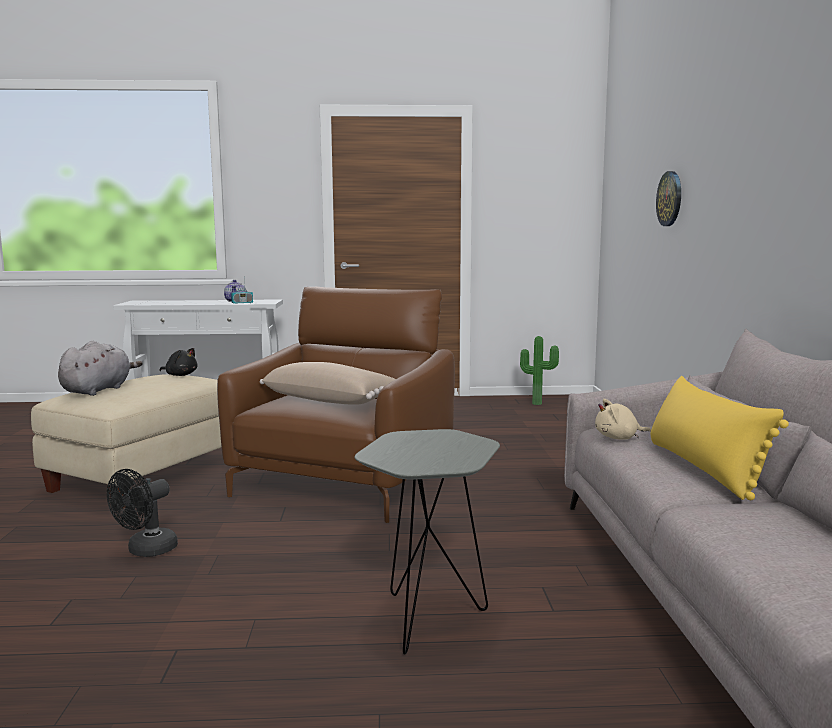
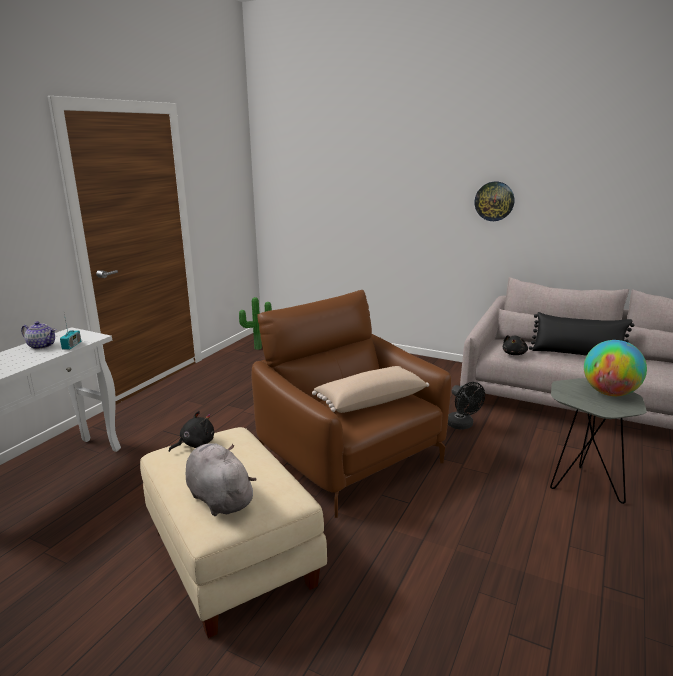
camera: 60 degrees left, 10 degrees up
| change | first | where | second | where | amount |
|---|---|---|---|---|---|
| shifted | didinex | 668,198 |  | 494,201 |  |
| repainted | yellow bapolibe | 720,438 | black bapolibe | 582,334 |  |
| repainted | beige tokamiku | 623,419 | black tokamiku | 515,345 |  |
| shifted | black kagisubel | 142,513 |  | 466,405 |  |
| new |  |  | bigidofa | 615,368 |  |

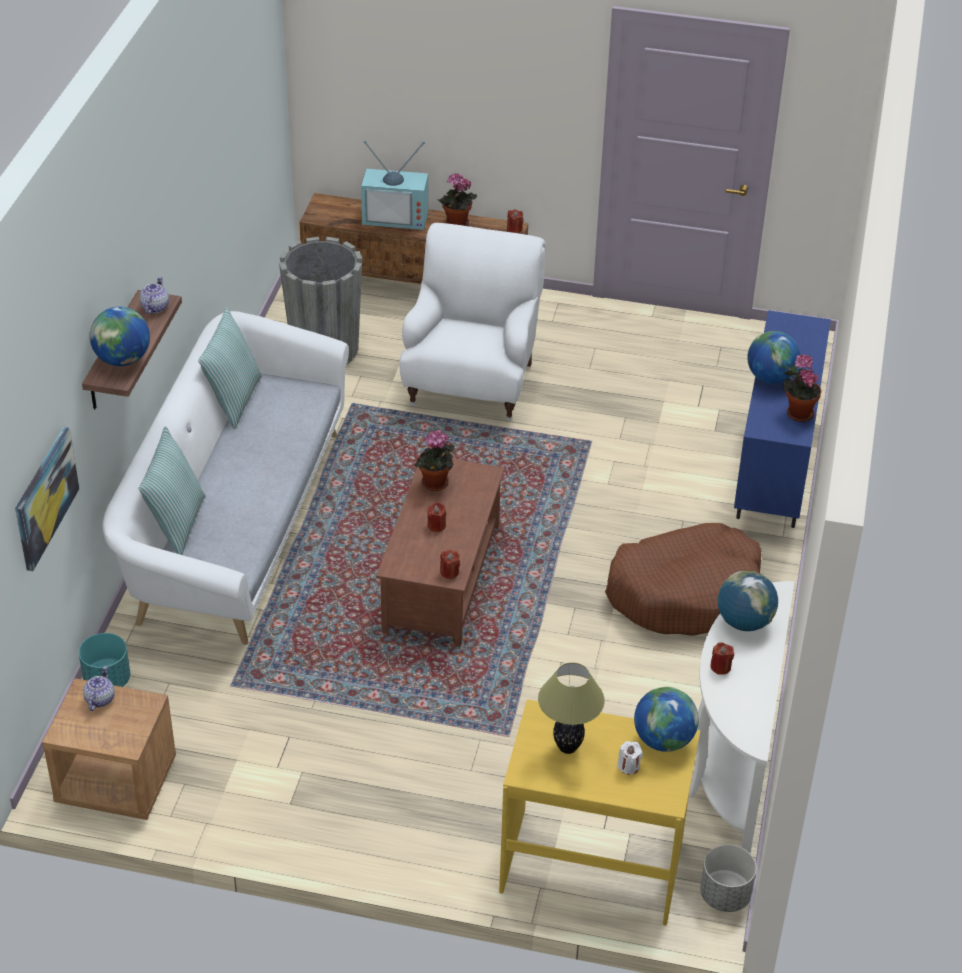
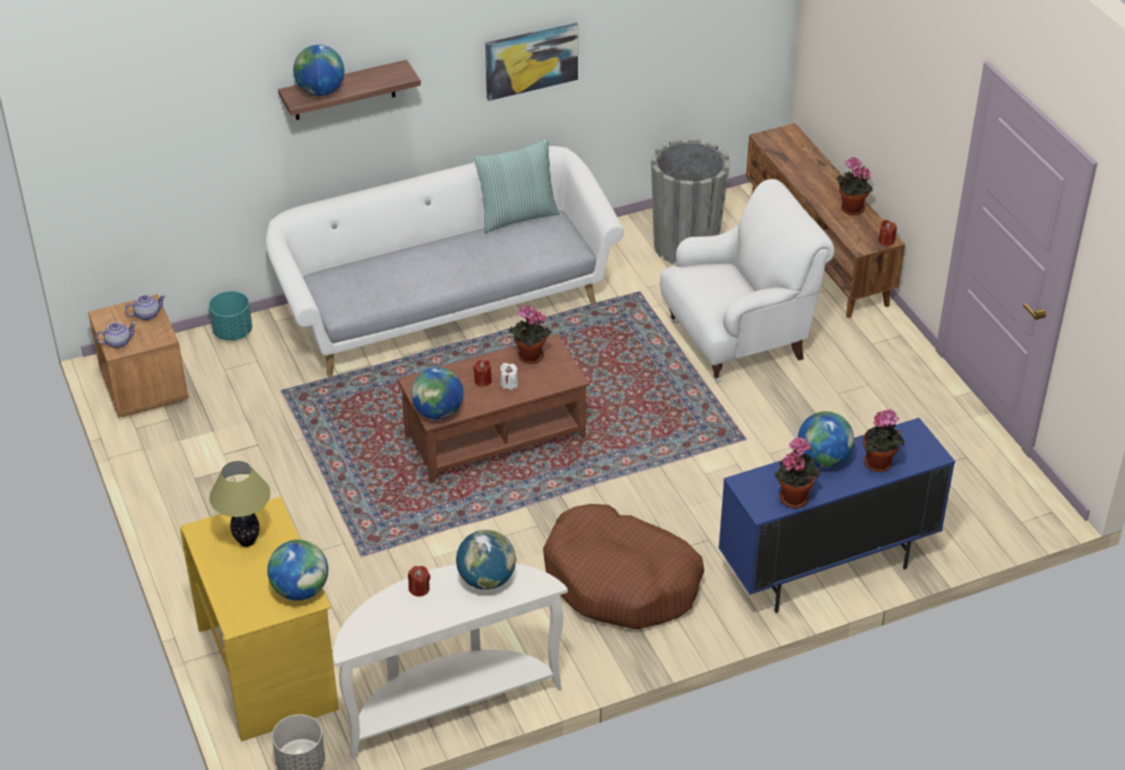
camera: 55 degrees right, 0 degrees up
| change | first | where | second | where | amount |
|---|---|---|---|---|---|
| gone | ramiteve | 394,185 |  |  |  |
| shifted | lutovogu | 154,295 |  | 116,335 |  |
| gone | bapolibe | 172,490 |  |  |  |
| shifted | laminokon | 47,499 |  | 531,61 |  |
| swapped | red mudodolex | 450,564 | bigidofa | 437,393 |  |
| shifted | white mudodolex | 630,758 |  | 509,376 |  |
| new |  |  | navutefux | 883,440 |  |

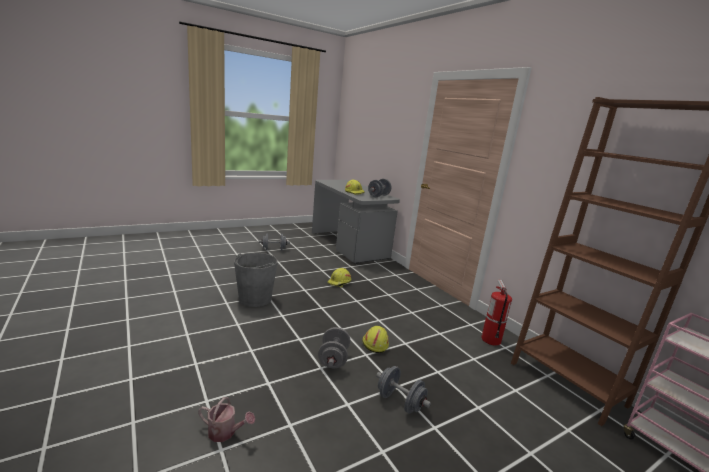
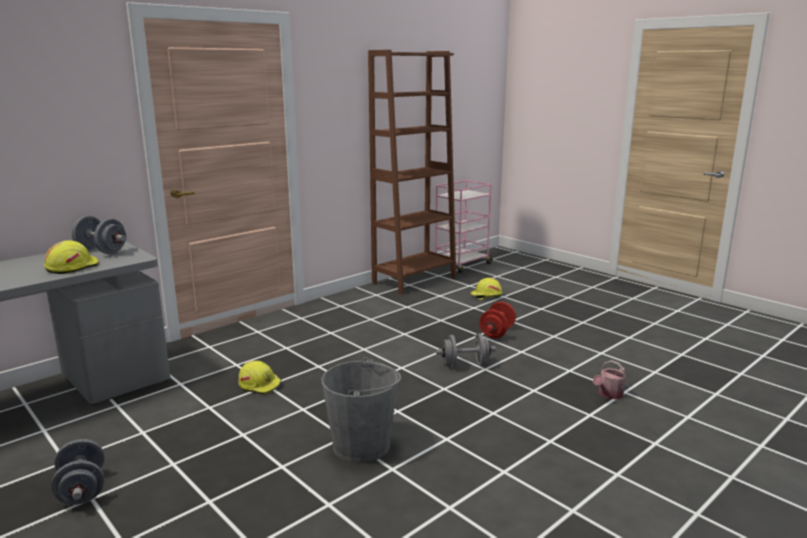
camera: 100 degrees left, 0 degrees up
| change | first | where | second | where | amount |
|---|---|---|---|---|---|
| gone | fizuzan | 496,313 |  |  |  |
| shifted | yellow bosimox | 375,339 |  | 486,289 |  |
| repainted | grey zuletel | 403,390 | red zuletel | 497,320 |  |
| rotated | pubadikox | 226,419 |  | 609,379 | 135 degrees counterclockwise |

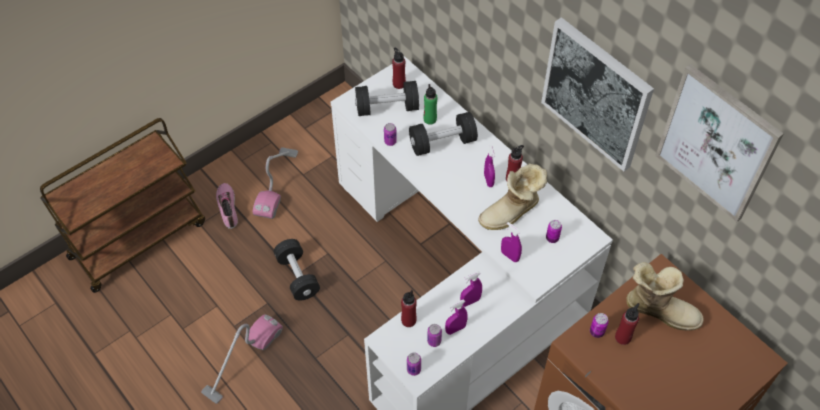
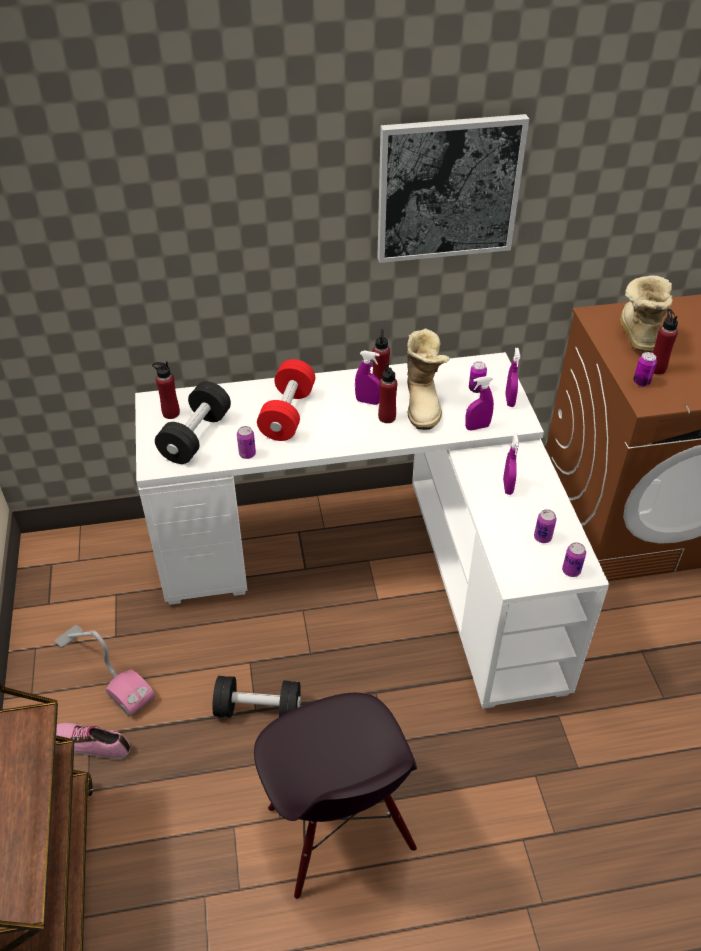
camera: 60 degrees left, 10 degrees down
| change | first | where | second | where | amount |
|---|---|---|---|---|---|
| gone | laminokon | 719,143 |  |  |  |
| gone | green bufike | 431,104 |  |  |  |
| repainted | black zuletel | 443,134 | red zuletel | 286,400 |  |
| rotated | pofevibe | 664,296 |  | 646,313 | 45 degrees counterclockwise |
| shifted | red bufike | 409,308 |  | 387,393 |  |
| shifted | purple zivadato | 456,317 |  | 512,377 |  |
| swapped | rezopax | 242,359 | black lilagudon | 335,796 |  |

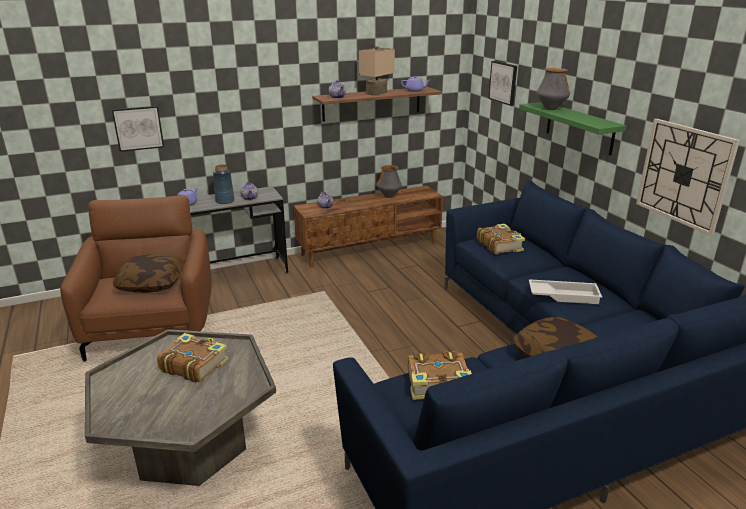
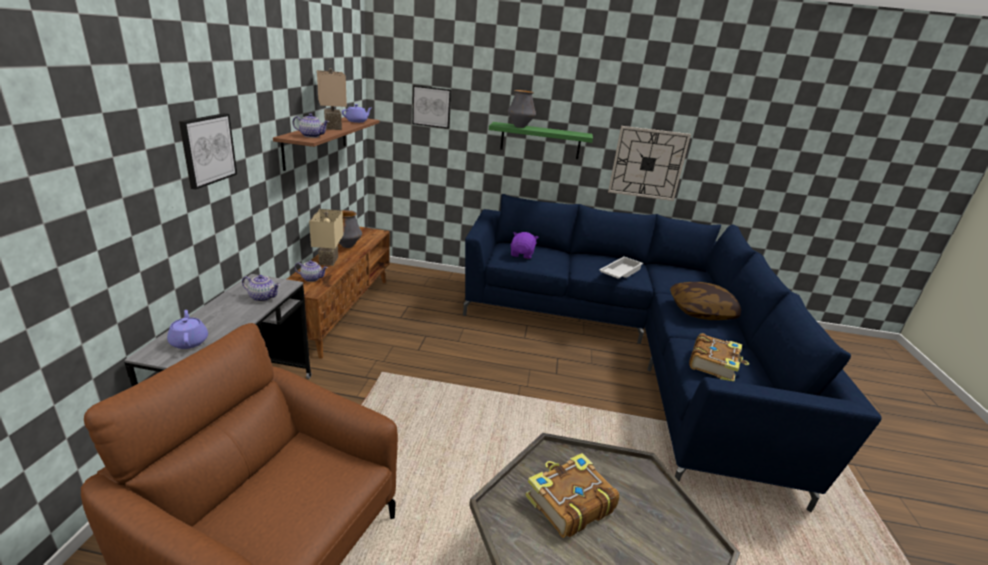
camera: 60 degrees left, 0 degrees up
| change | first | where | second | where | amount |
|---|---|---|---|---|---|
| shifted | laminokon | 138,129 |  | 208,151 |  |
| gone | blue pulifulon | 224,184 |  |  |  |
| swapped | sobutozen | 501,239 | purple tokamiku | 525,245 |  |
| gone | bapolibe | 148,273 |  |  |  |
| new |  |  | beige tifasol | 326,237 |  |

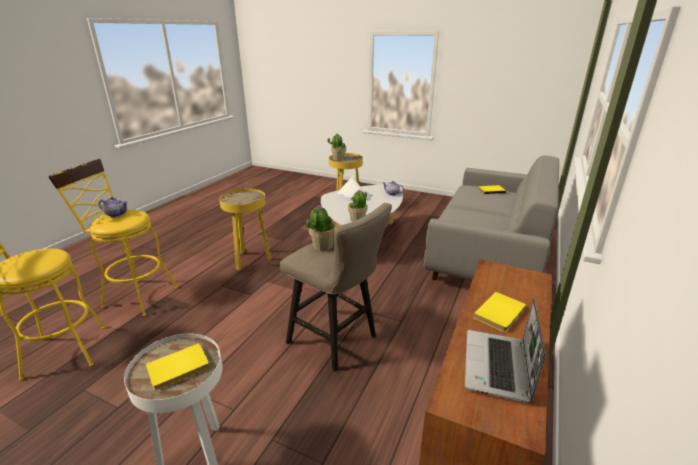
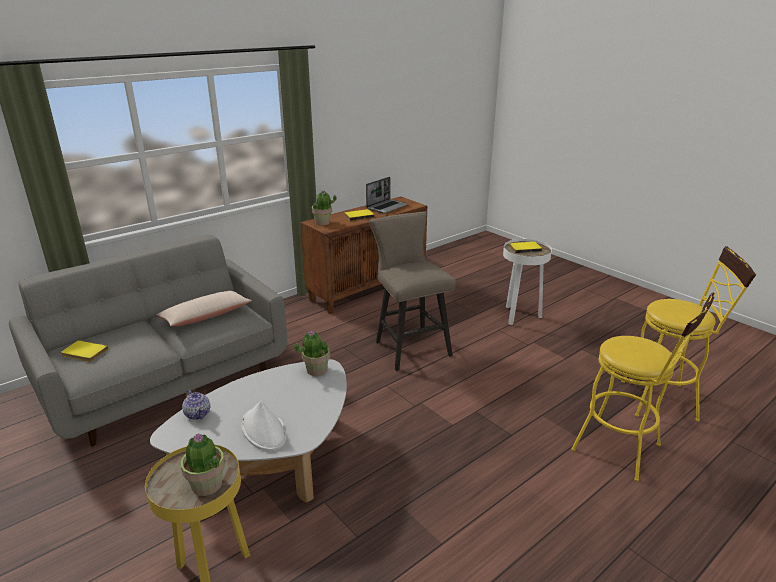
camera: 155 degrees left, 0 degrees up
| change | first | where | second | where | amount |
|---|---|---|---|---|---|
| gone | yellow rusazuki | 245,229 |  |  |  |
| gone | lutovogu | 113,207 |  |  |  |
| shifted | navutefux | 321,228 |  | 324,208 |  |
| new |  |  | beige bapolibe | 204,308 |  |

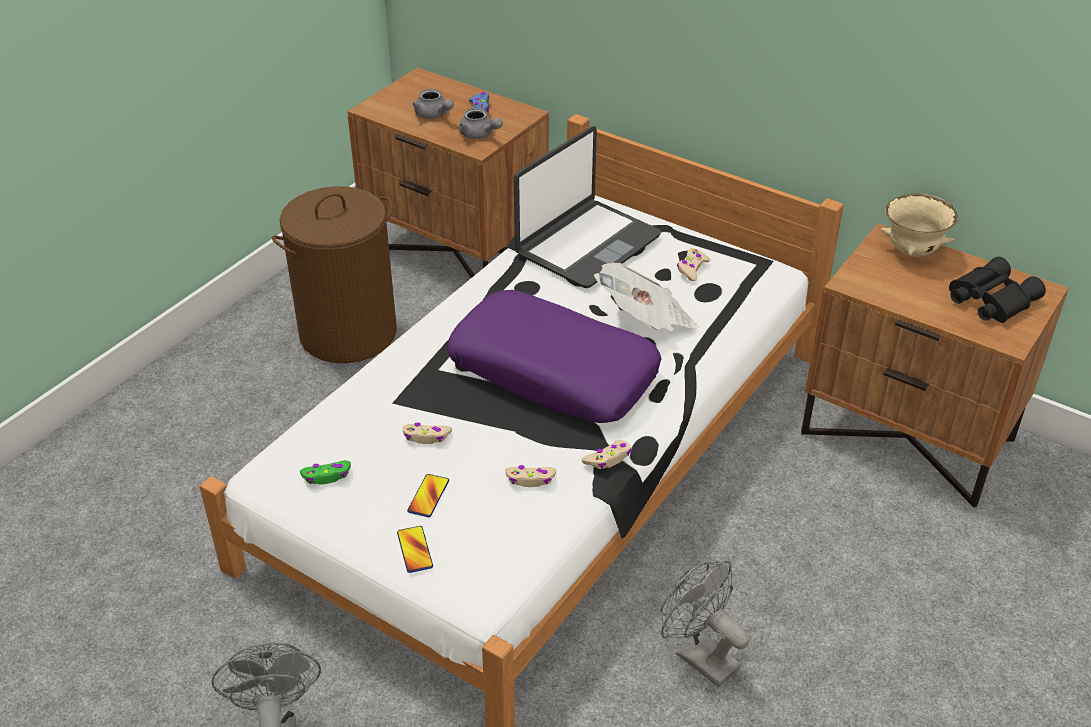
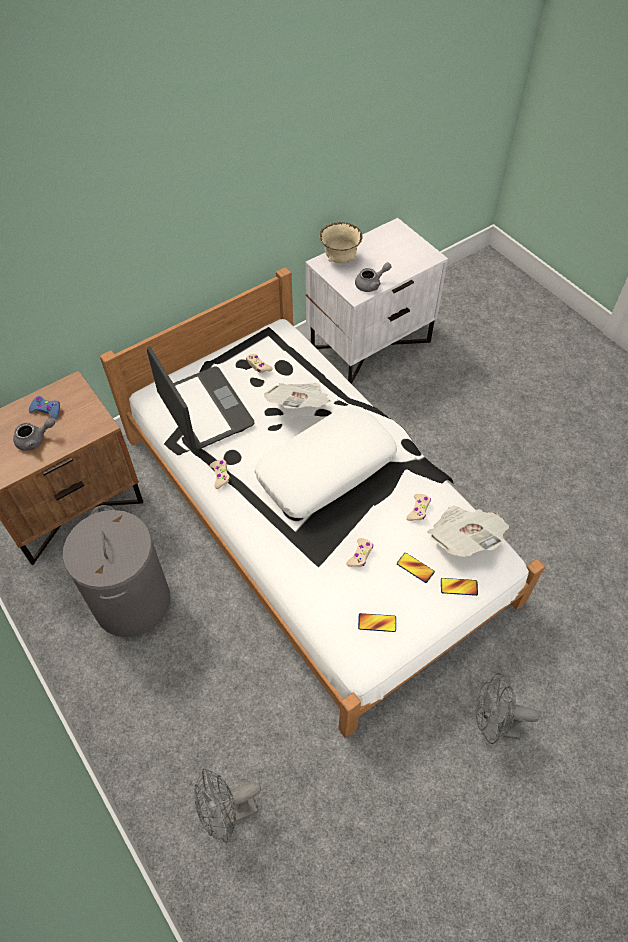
camera: 70 degrees left, 15 degrees up
| change | first | where | second | where | amount |
|---|---|---|---|---|---|
| shifted | grey lutovogu | 481,123 |  | 373,277 |  |
| repainted | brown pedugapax | 334,274 | grey pedugapax | 116,571 |  |
| repainted | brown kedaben | 934,365 | white kedaben | 376,301 |  |
| gone | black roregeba | 997,290 |  |  |  |
| repainted | purple bapolibe | 554,356 | white bapolibe | 325,461 |  |
| shifted | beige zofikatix | 606,454 |  | 220,474 |  |
| swapped | green zofikatix | 325,472 | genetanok | 377,622 |  |
| shifted | grey kagisubel | 705,624 |  | 227,805 |  |
| new |  |  | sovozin | 468,531 |  |

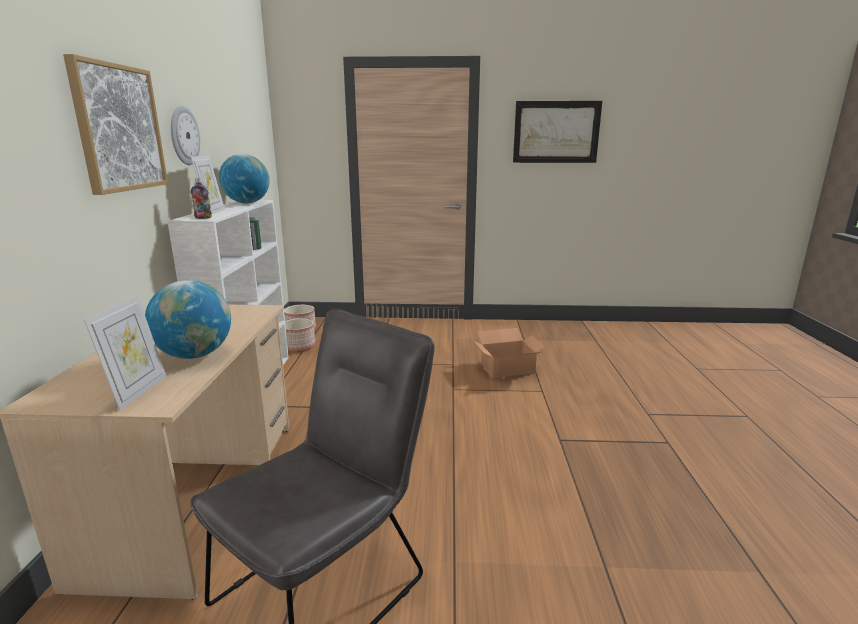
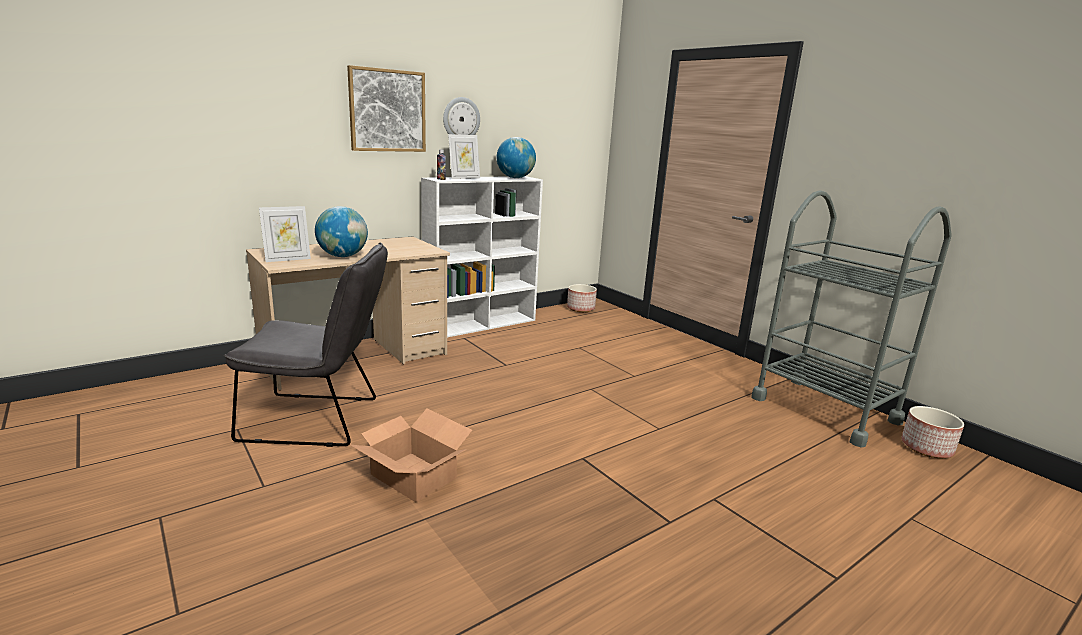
camera: 50 degrees right, 0 degrees up
| change | first | where | second | where | amount |
|---|---|---|---|---|---|
| gone | laminokon | 557,132 |  |  |  |
| shifted | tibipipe | 300,335 |  | 932,432 |  |
| shifted | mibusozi | 510,353 |  | 411,455 |  |
| new |  |  | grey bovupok | 851,318 |  |

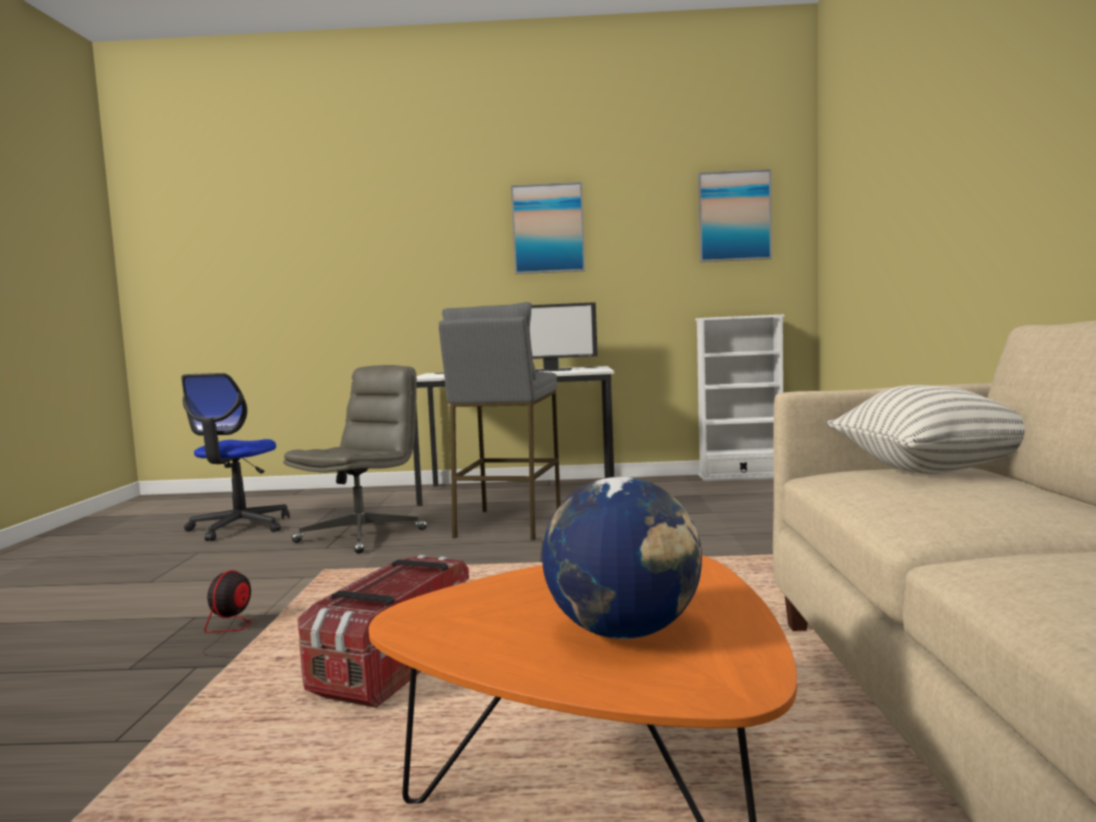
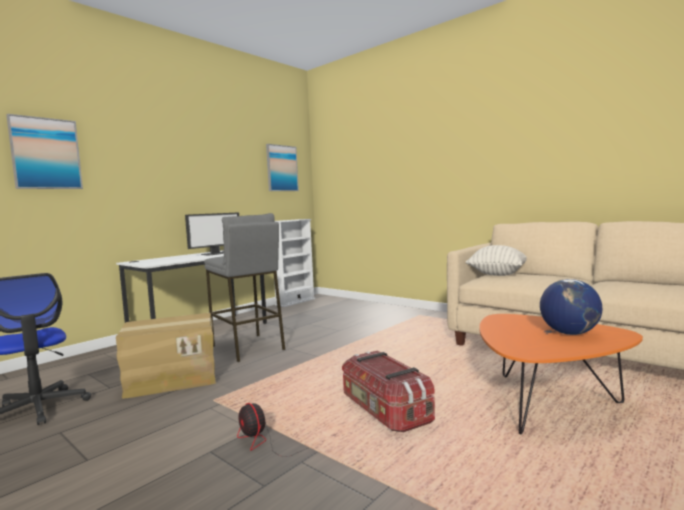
camera: 50 degrees left, 0 degrees up
| change | first | where | second | where | amount |
|---|---|---|---|---|---|
| shifted | laminokon | 548,228 |  | 44,151 |  |
| swapped | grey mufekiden | 355,459 | mibusozi | 166,356 |  |

